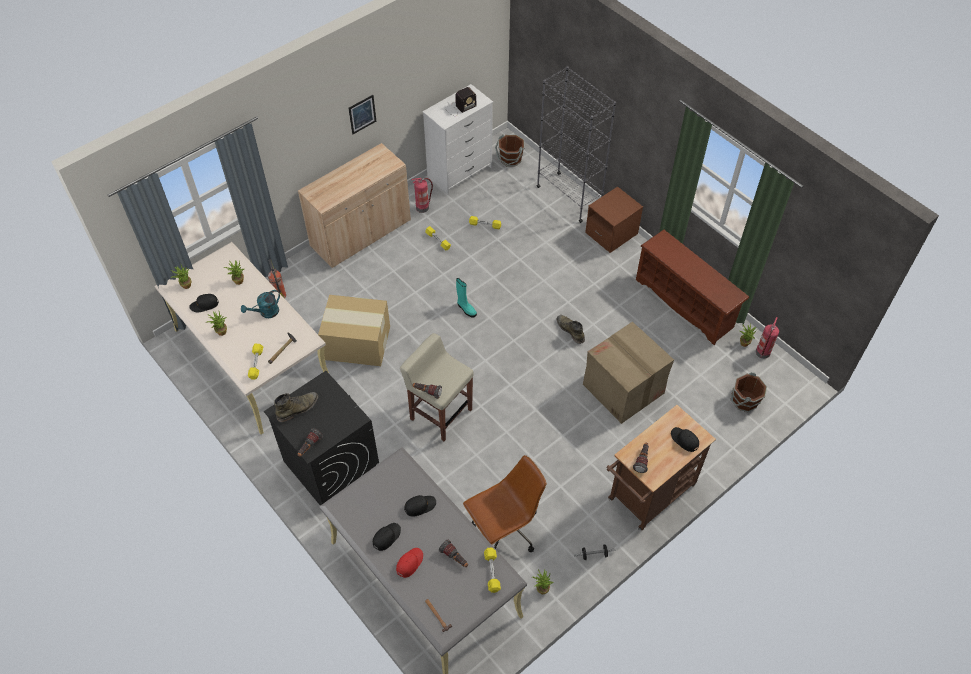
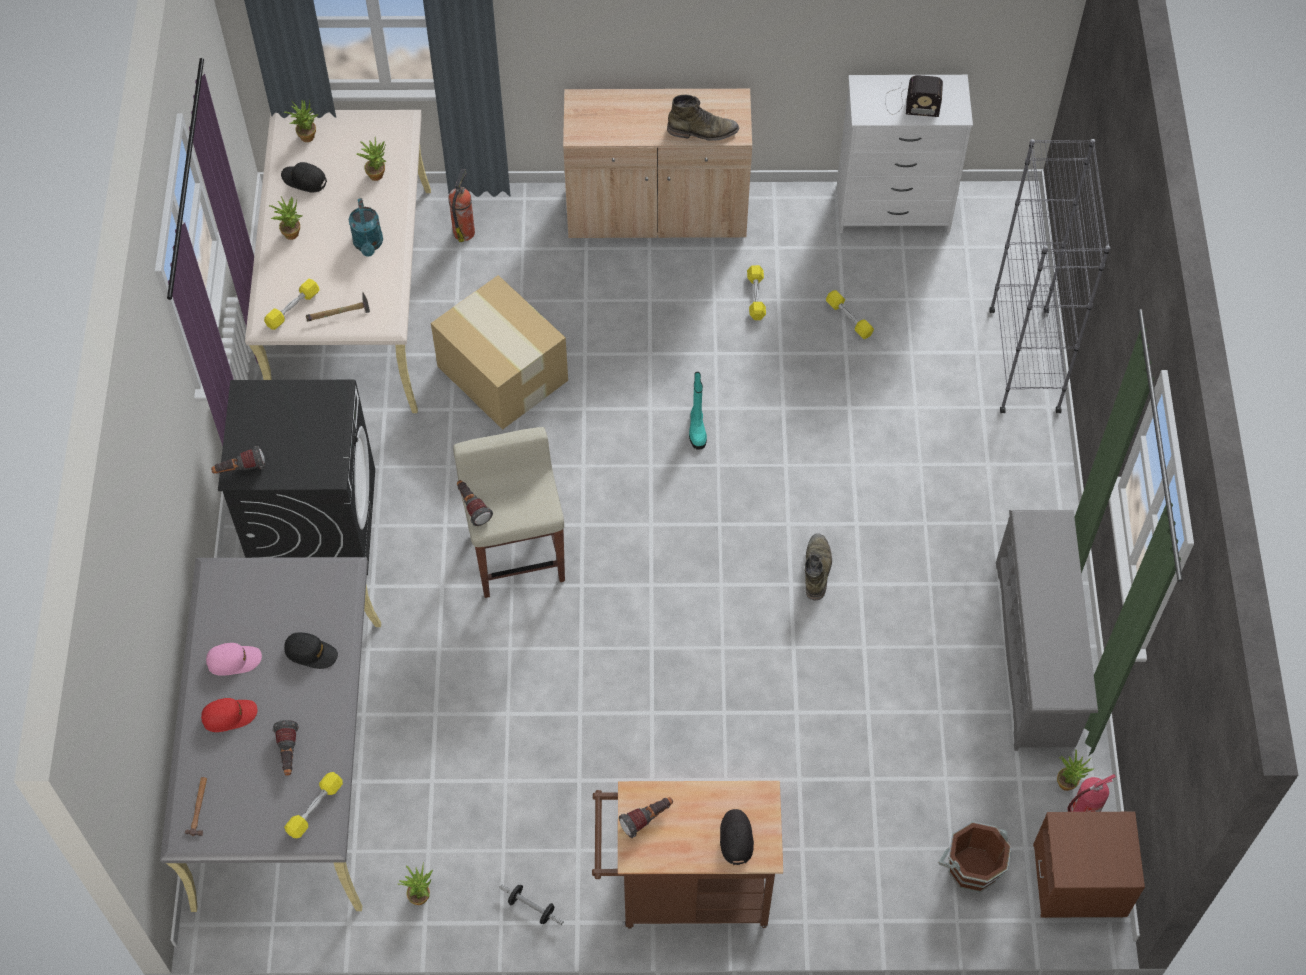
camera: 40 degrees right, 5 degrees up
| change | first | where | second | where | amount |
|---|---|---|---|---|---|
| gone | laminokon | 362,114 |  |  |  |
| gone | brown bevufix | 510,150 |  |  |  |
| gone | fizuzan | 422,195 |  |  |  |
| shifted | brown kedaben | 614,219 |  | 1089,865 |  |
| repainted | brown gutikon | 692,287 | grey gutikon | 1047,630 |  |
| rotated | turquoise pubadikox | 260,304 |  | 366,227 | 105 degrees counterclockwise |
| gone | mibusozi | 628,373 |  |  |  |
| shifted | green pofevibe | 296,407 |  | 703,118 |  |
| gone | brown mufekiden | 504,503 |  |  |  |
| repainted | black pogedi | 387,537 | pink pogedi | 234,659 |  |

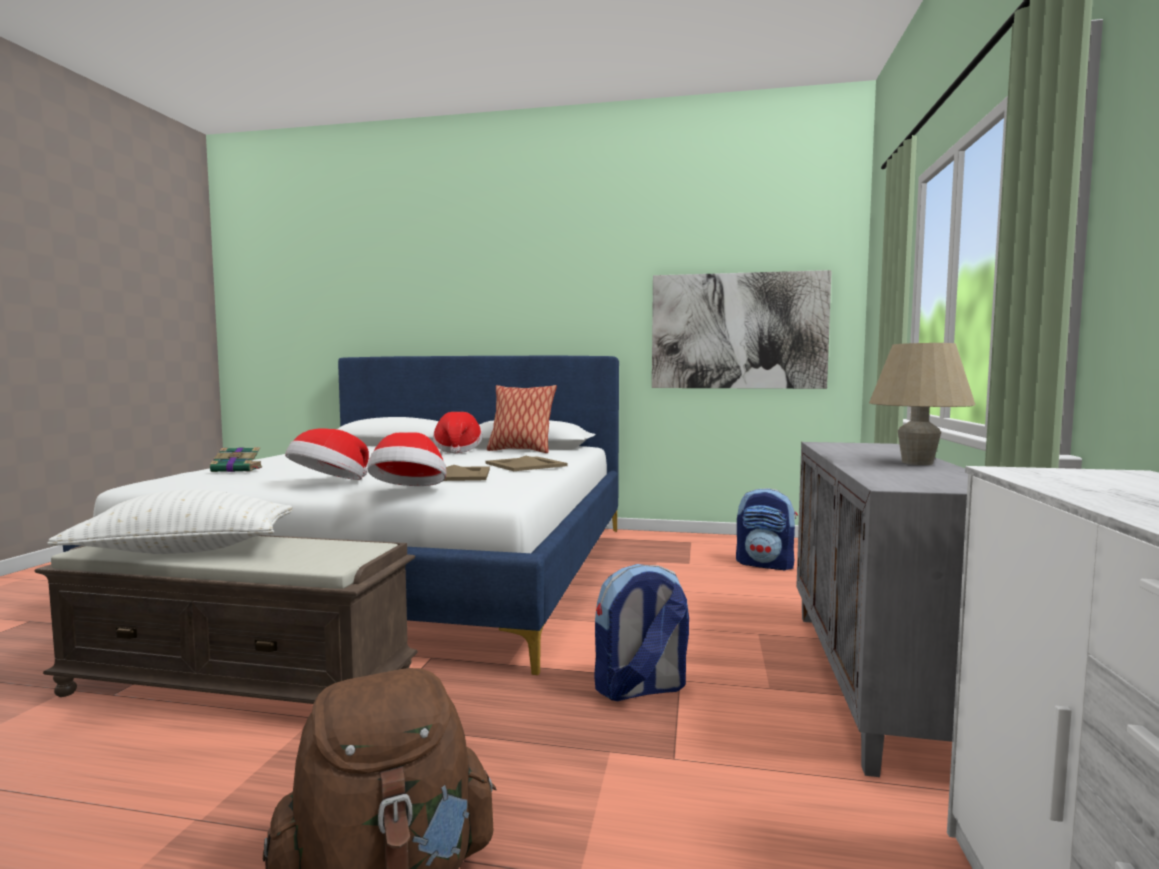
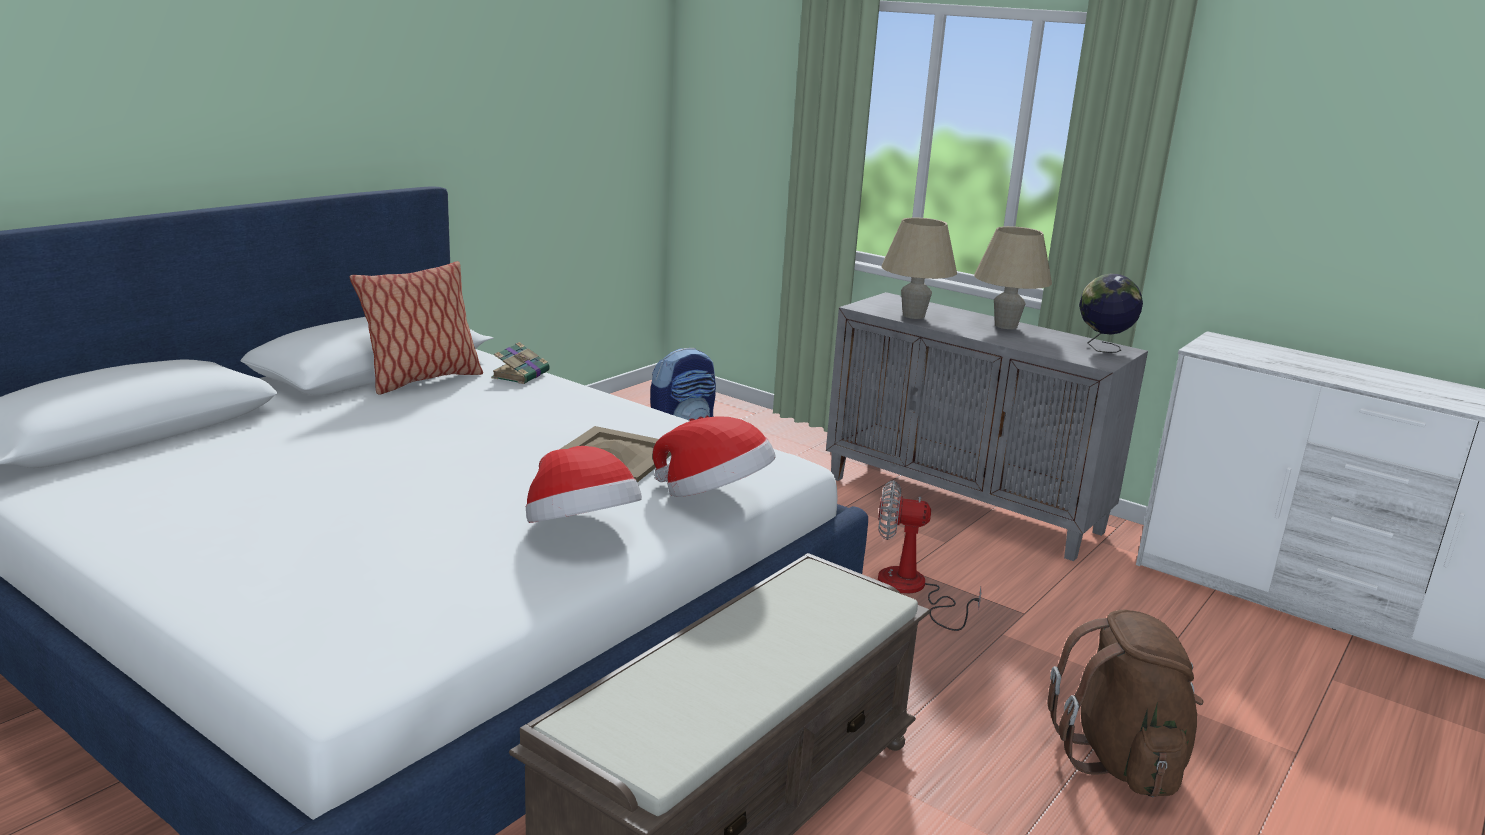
camera: 65 degrees left, 15 degrees up
| change | first | where | second | where | amount |
|---|---|---|---|---|---|
| gone | laminokon | 742,329 |  |  |  |
| gone | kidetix | 457,432 |  |  |  |
| shifted | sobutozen | 236,459 |  | 520,363 |  |
| gone | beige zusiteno | 526,463 |  |  |  |
| gone | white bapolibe | 170,522 |  |  |  |
| swapped | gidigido | 641,632 | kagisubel | 930,555 |  |
| new |  |  | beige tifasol | 919,268 |  |
| new |  |  | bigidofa | 1111,313 |  |

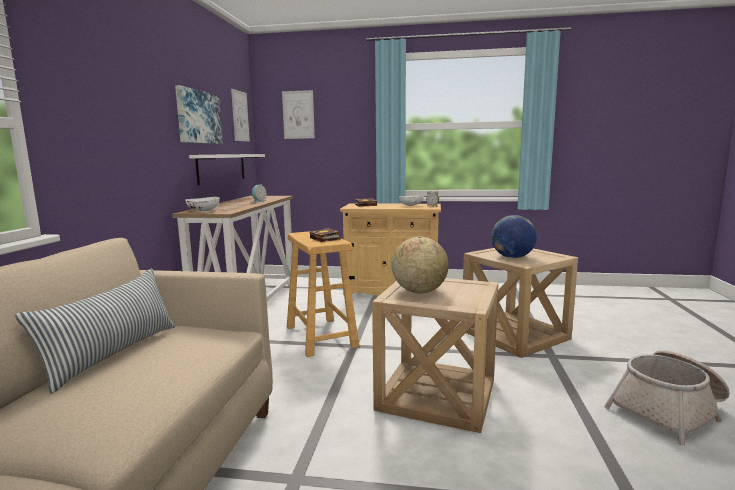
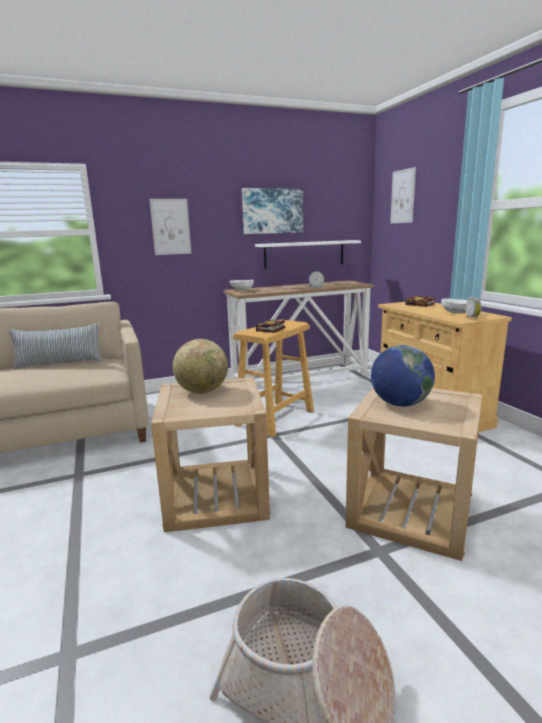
camera: 60 degrees right, 5 degrees up
| change | first | where | second | where | amount |
|---|---|---|---|---|---|
| shifted | laminokon | 240,115 |  | 170,227 |  |

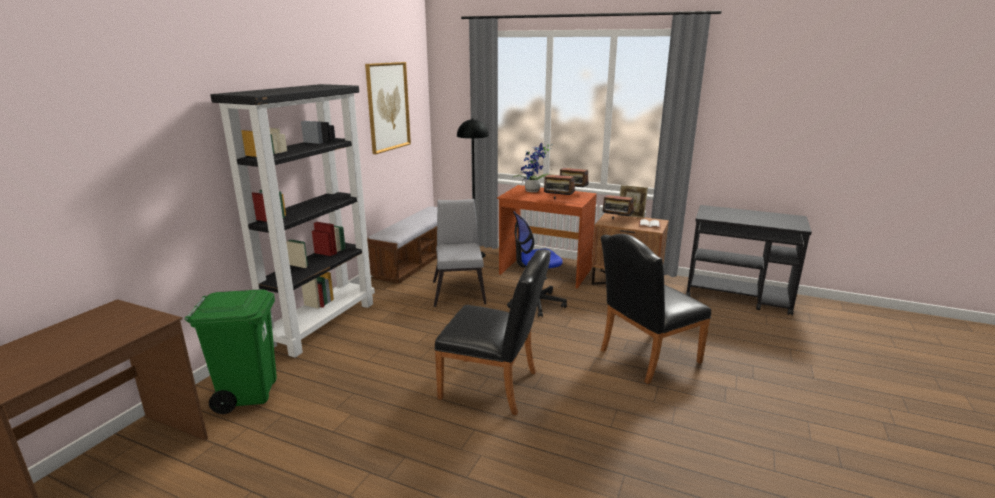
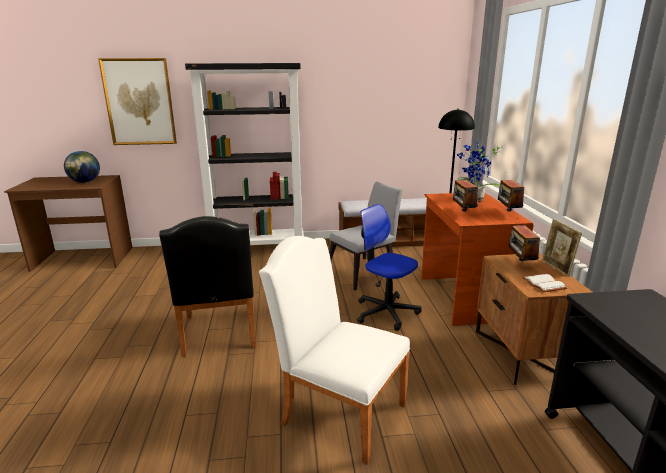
camera: 60 degrees right, 0 degrees up
| change | first | where | second | where | amount |
|---|---|---|---|---|---|
| shifted | laminokon | 388,108 |  | 137,101 |  |
| repainted | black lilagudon | 655,309 | white lilagudon | 334,350 |  |
| gone | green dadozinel | 231,351 |  |  |  |
| new |  |  | bigidofa | 82,167 |  |

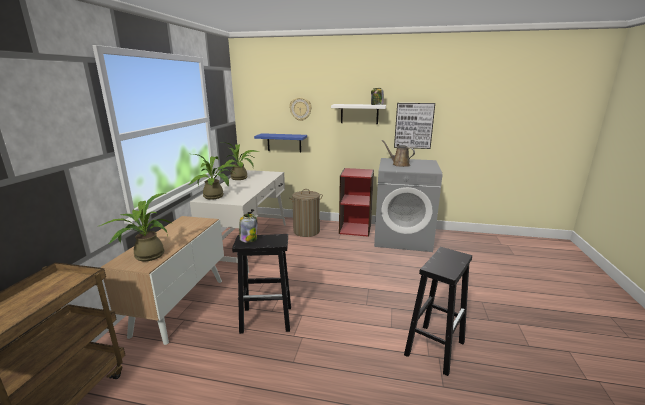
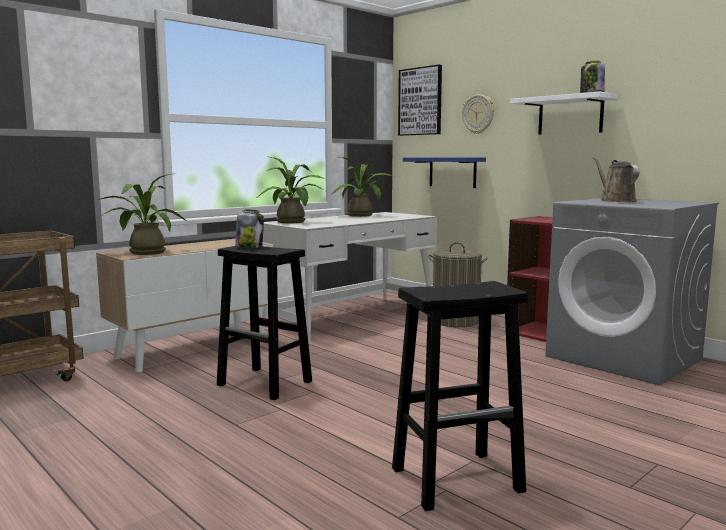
camera: 35 degrees right, 10 degrees down
| change | first | where | second | where | amount |
|---|---|---|---|---|---|
| shifted | laminokon | 414,126 |  | 420,100 |  |

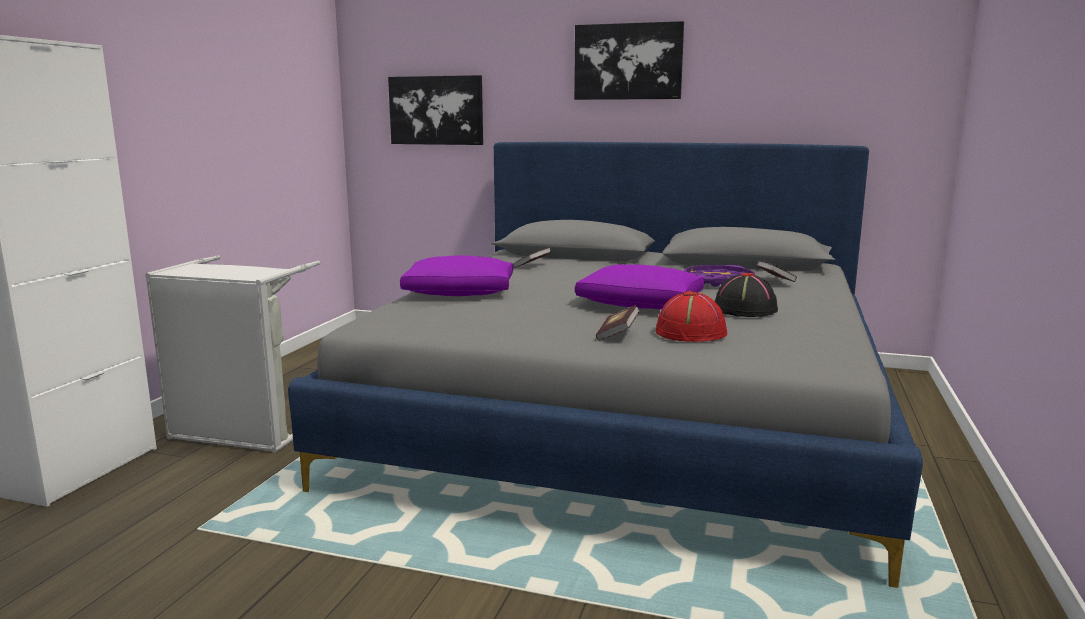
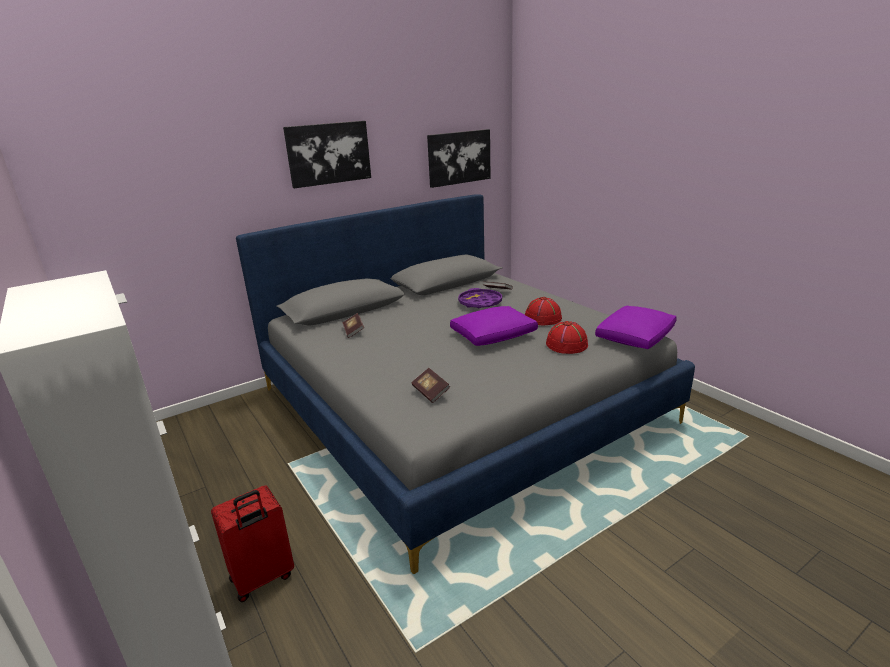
camera: 50 degrees left, 10 degrees up
| change | first | where | second | where | amount |
|---|---|---|---|---|---|
| shifted | laminokon | 435,110 |  | 458,158 |  |
| swapped | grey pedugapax | 232,354 | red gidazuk | 252,543 |  |
| shifted | purple bapolibe | 456,275 |  | 636,327 |  |
| repainted | black kidetix | 746,295 | red kidetix | 543,311 |  |
| shifted | sobutozen | 618,323 |  | 430,385 |  |

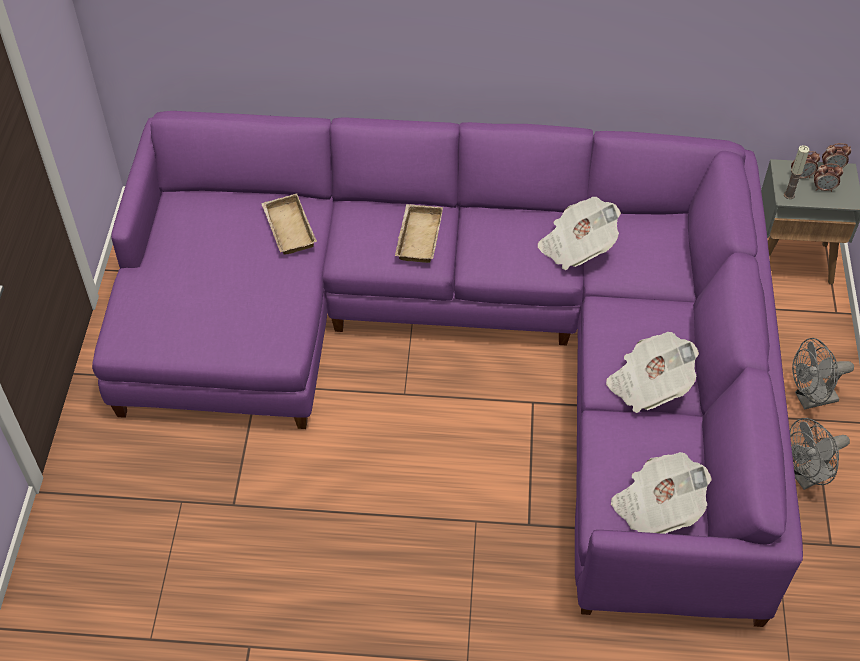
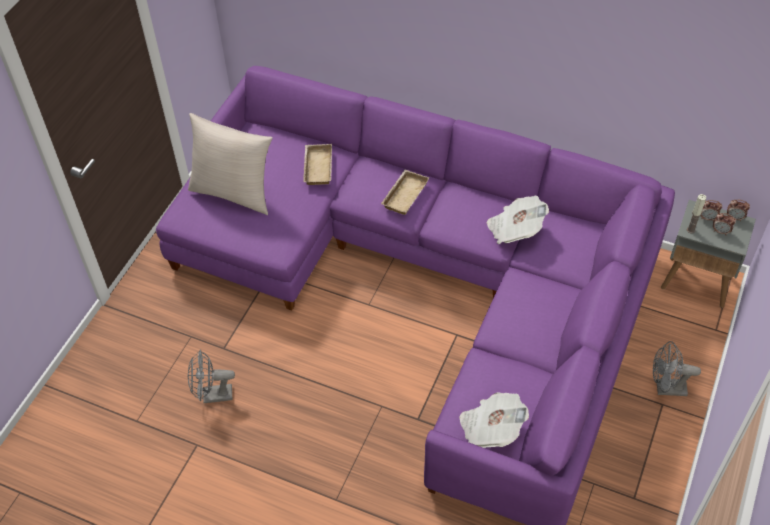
camera: 20 degrees right, 0 degrees up
| change | first | where | second | where | amount |
|---|---|---|---|---|---|
| gone | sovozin | 652,372 |  |  |  |
| shifted | grey kagisubel | 820,454 |  | 211,376 |  |
| new |  |  | beige bapolibe | 230,164 |  |

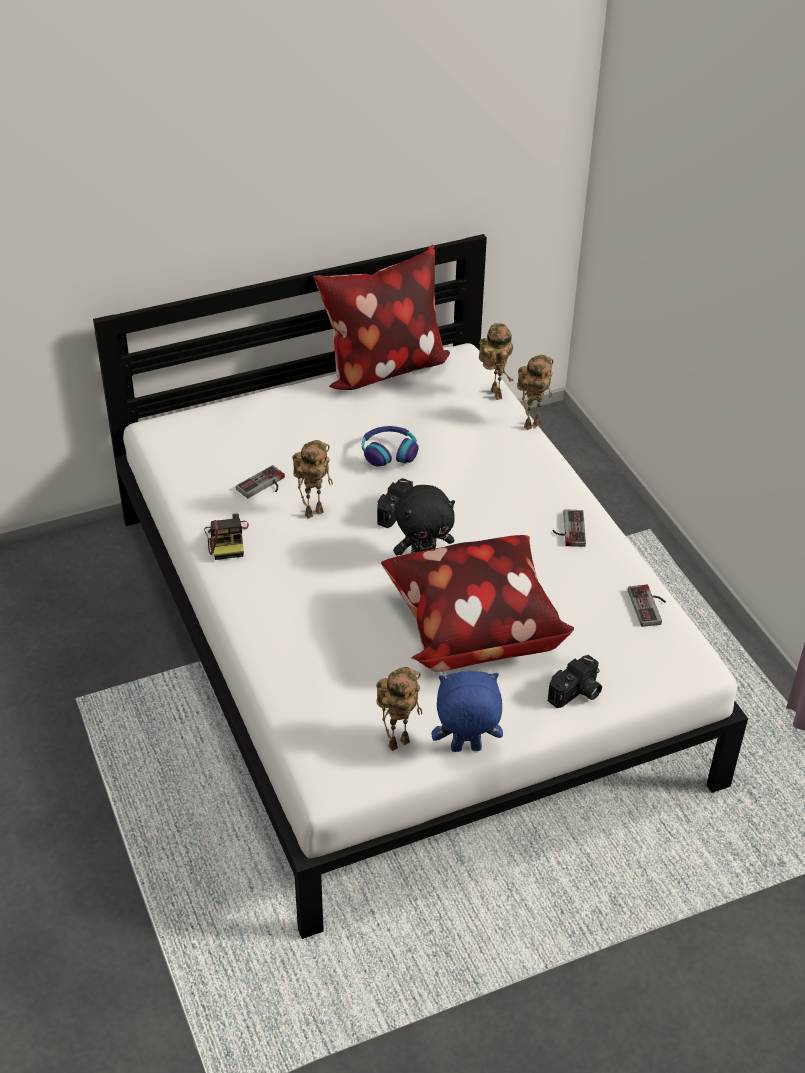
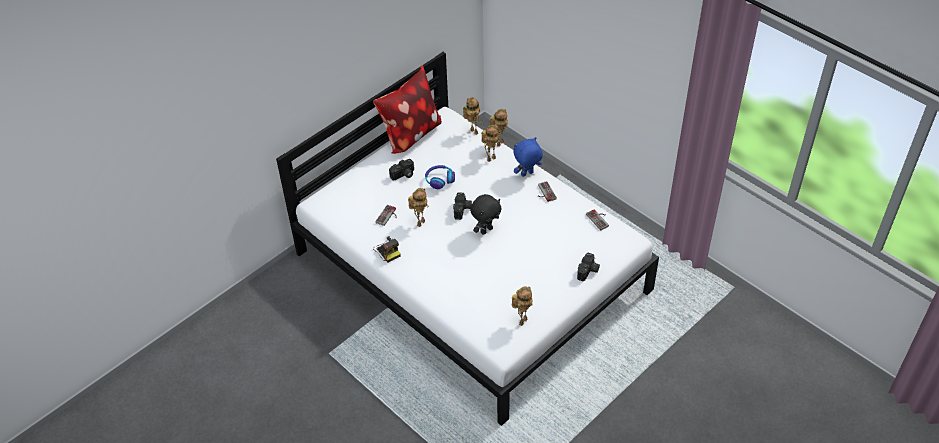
camera: 20 degrees left, 5 degrees up
| change | first | where | second | where | amount |
|---|---|---|---|---|---|
| gone | bapolibe | 477,603 |  |  |  |
| shifted | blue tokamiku | 467,711 |  | 528,157 |  |
| new |  |  | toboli | 491,143 |  |
| new |  |  | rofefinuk | 401,169 |  |

